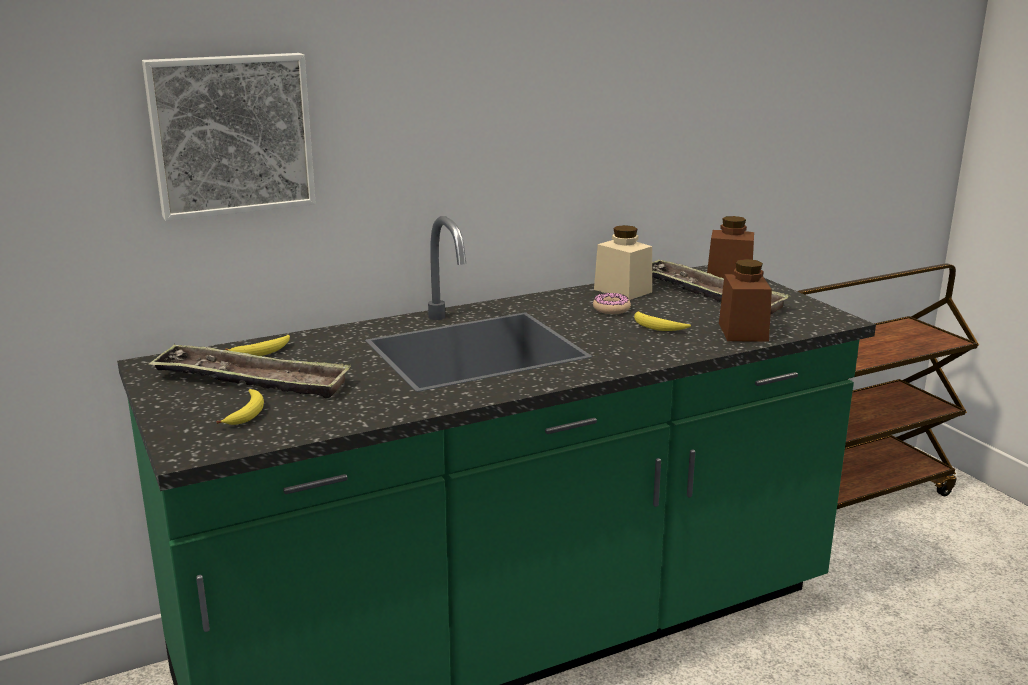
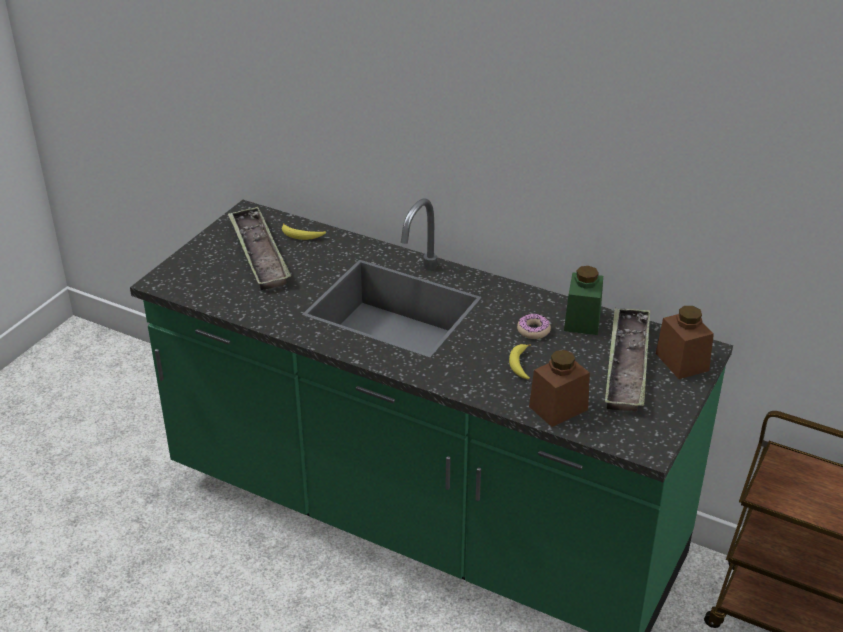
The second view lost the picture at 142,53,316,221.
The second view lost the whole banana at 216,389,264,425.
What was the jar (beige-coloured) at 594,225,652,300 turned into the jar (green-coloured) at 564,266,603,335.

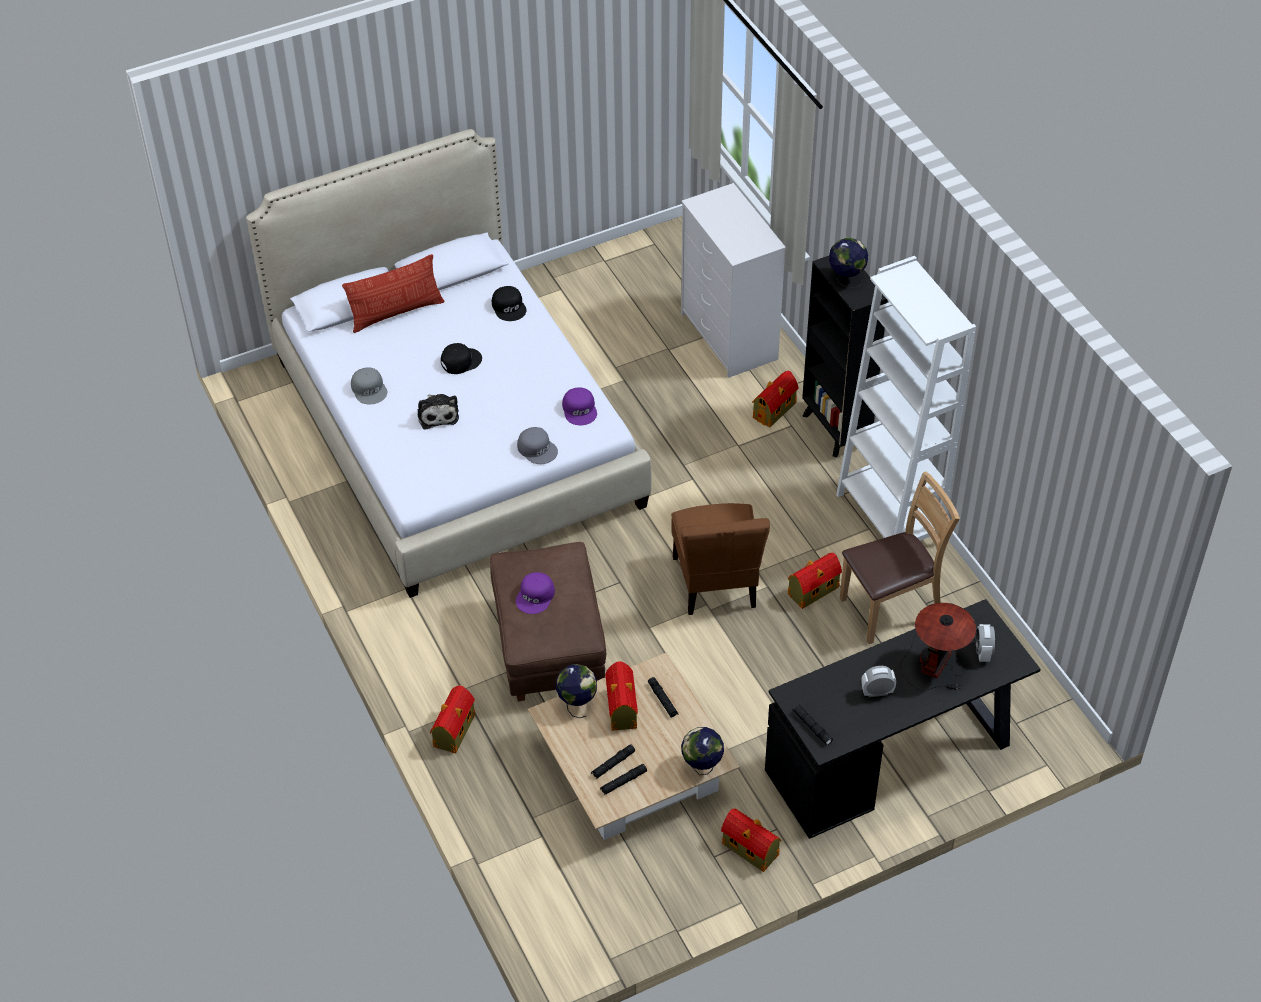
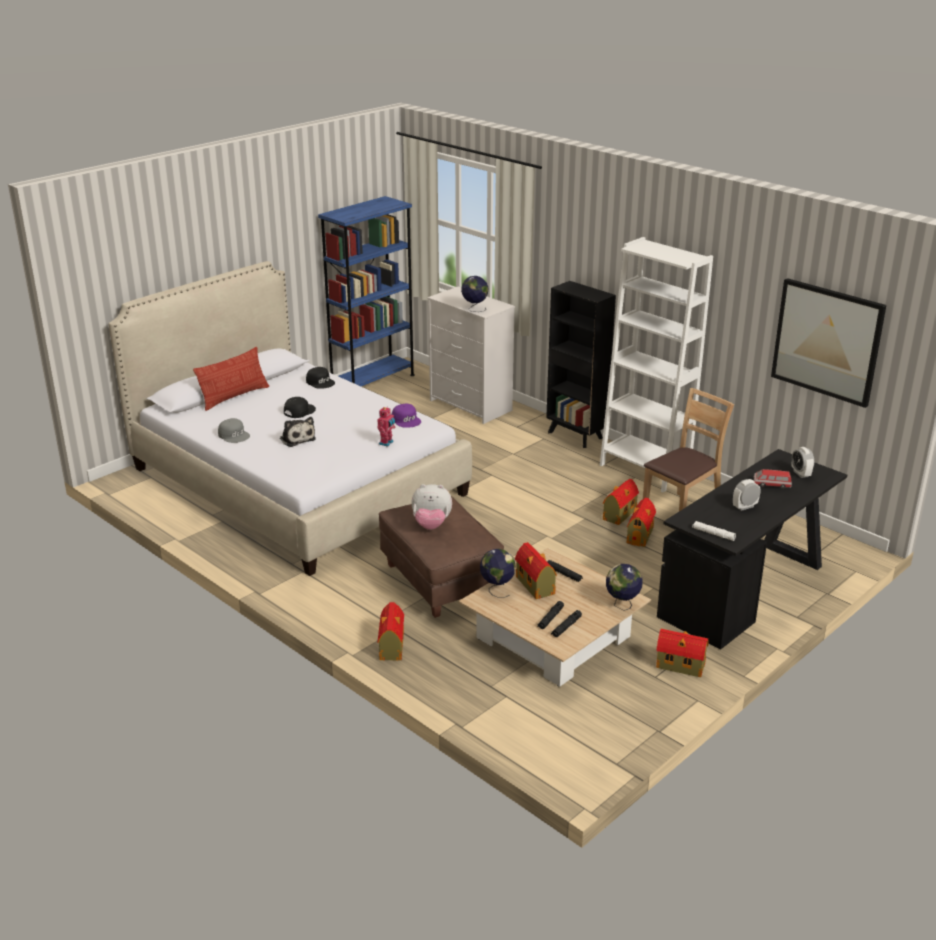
Where the baseball cap (purplish) stood at 516,572,555,614, the cuddly toy came to stand at 411,484,452,530.
Where the baseball cap (grey) stood at 517,427,558,464, the robot figure came to stand at 377,406,395,447.
The second view lost the upright chair (brown-coloured) at 671,503,770,615.
The model house ended up elsewhere, having gone from 752,371,798,427 to 627,498,656,547.
What was the torch (black) at 793,705,833,745 turned into the torch (whitish) at 692,521,736,541.
The globe ended up elsewhere, having gone from 829,238,868,288 to 461,276,488,312.
Where the lamp for a table stood at 900,603,976,691, the toy car came to stand at 754,469,792,489.
The second view gained the shelving unit (blue) at 318,196,415,386.
The second view gained the picture at 771,278,886,408.

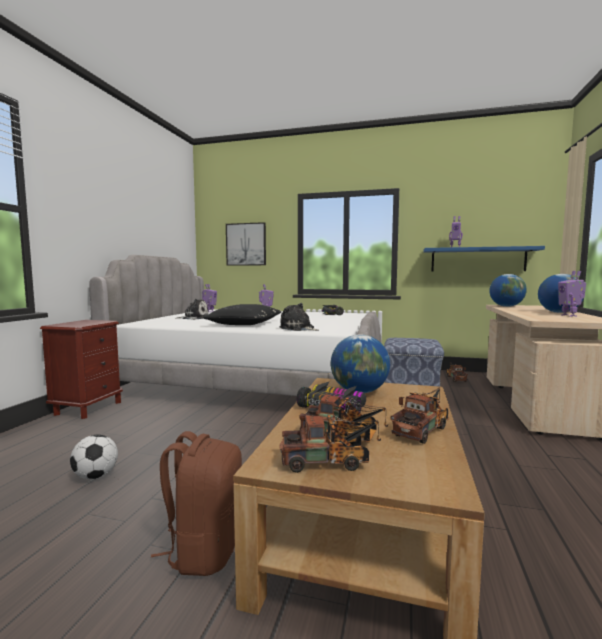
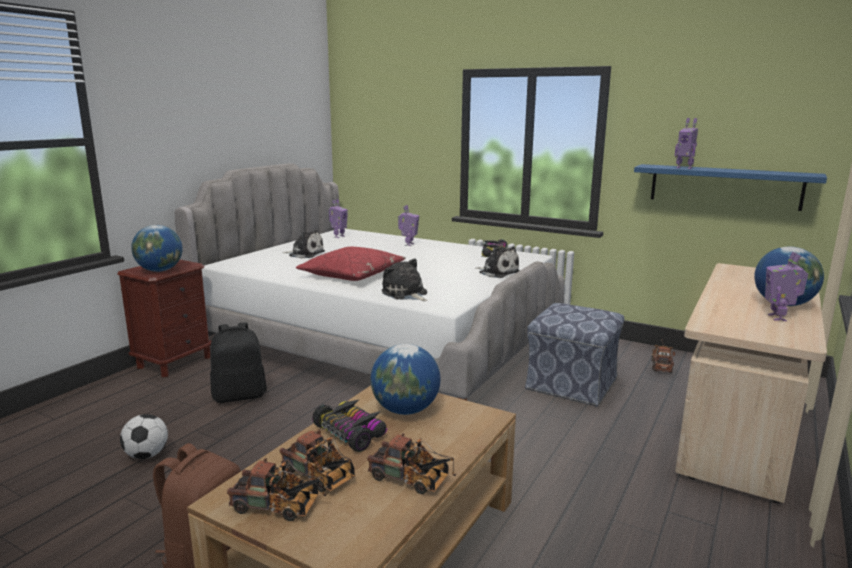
What was the pillow (black) at 203,304,282,325 turned into the pillow (reddish) at 296,247,406,281.
The second view lost the picture at 226,222,266,266.
The model truck at 390,388,449,444 ended up facing another way, 60 degrees clockwise from before.
The globe ended up elsewhere, having gone from 489,274,527,307 to 131,225,183,272.
The second view gained the backpack (black) at 210,322,267,403.
The second view gained the cuddly toy at 475,246,520,278.

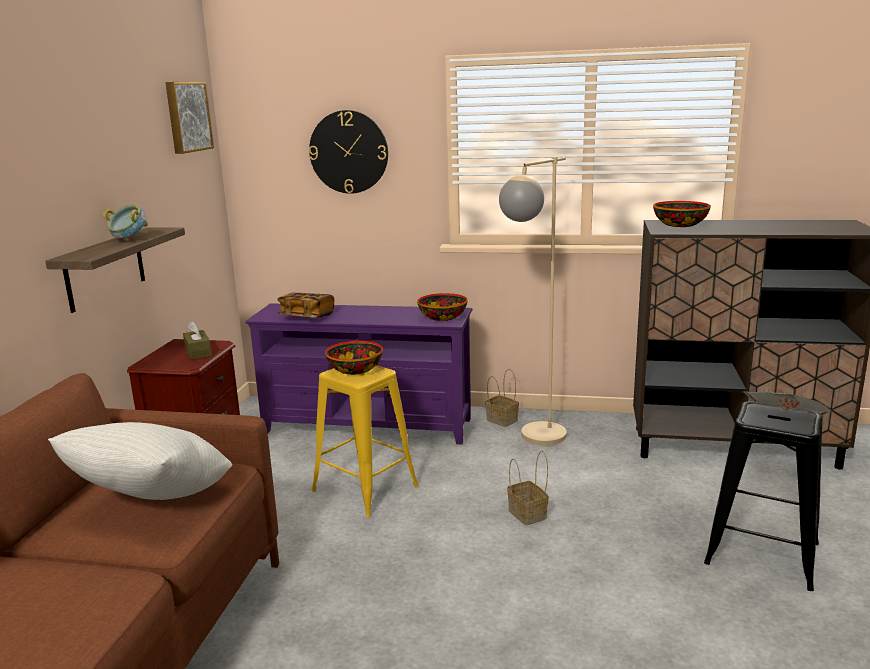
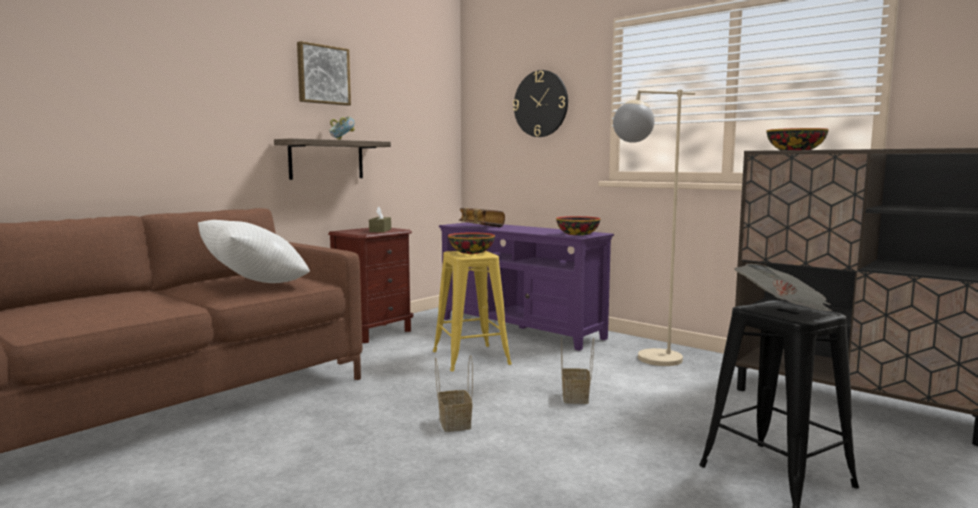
The picture ended up elsewhere, having gone from 166,82,214,154 to 297,41,351,106.
The storage basket ended up elsewhere, having gone from 485,369,519,427 to 435,355,473,432.

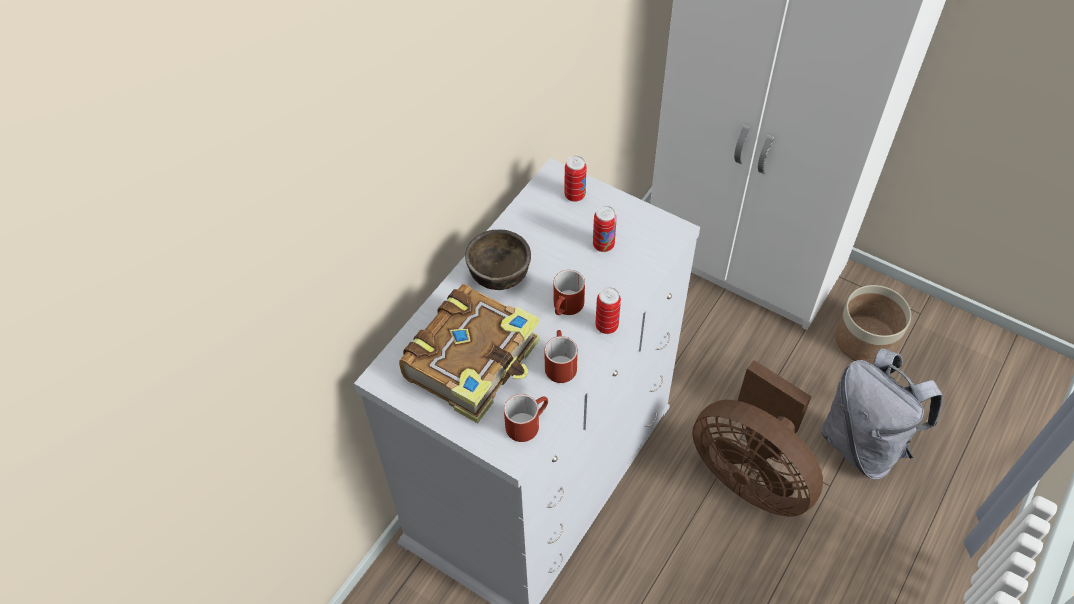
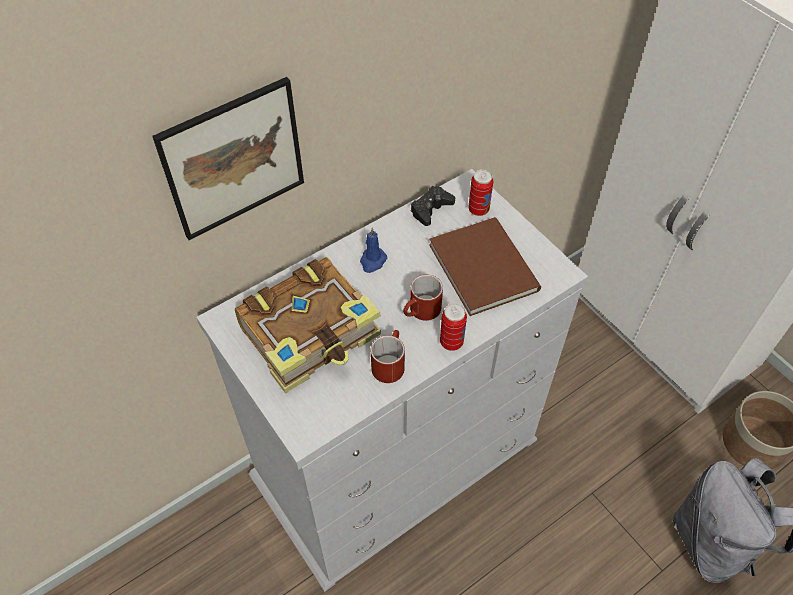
Where the deep dish (brown-coloured) stood at 465,230,531,290, the candle (blue) came to stand at 360,228,387,273.
The second view lost the coffee mug (reddish) at 504,394,548,442.
Where the metal can stood at 593,206,617,252, the volume (brown-coloured) came to stand at 429,217,541,316.
The second view lost the electric fan (brown-coloured) at 692,360,823,516.
The second view gained the picture at 152,77,304,240.
The second view gained the game controller (black) at 411,186,455,226.

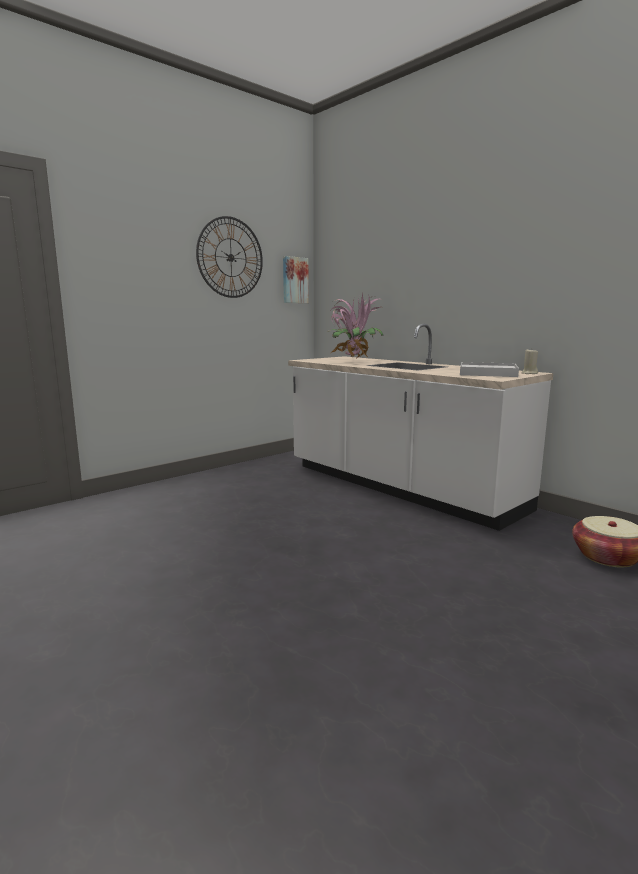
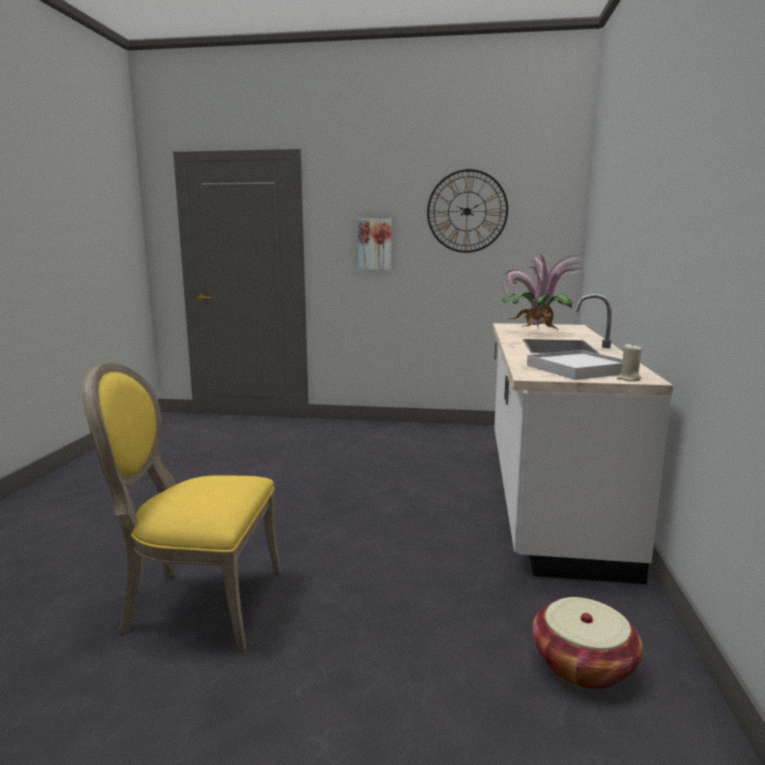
The picture ended up elsewhere, having gone from 283,256,309,303 to 358,219,392,270.
The second view gained the upright chair (yellow) at 82,363,281,651.

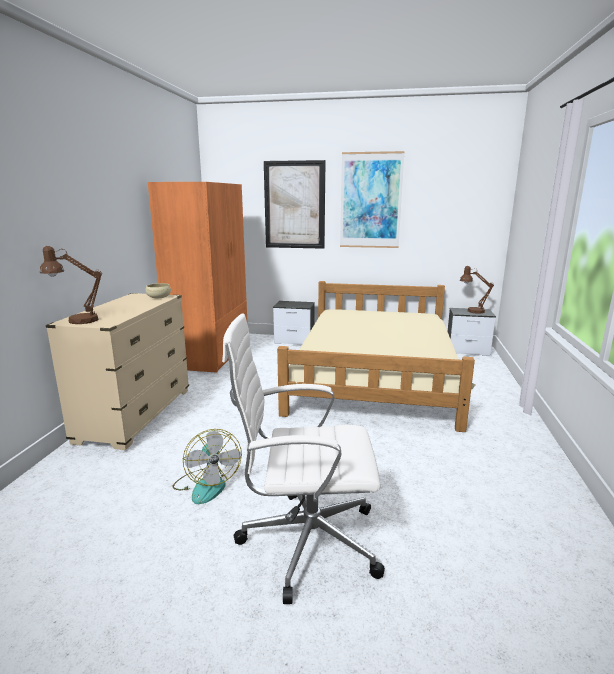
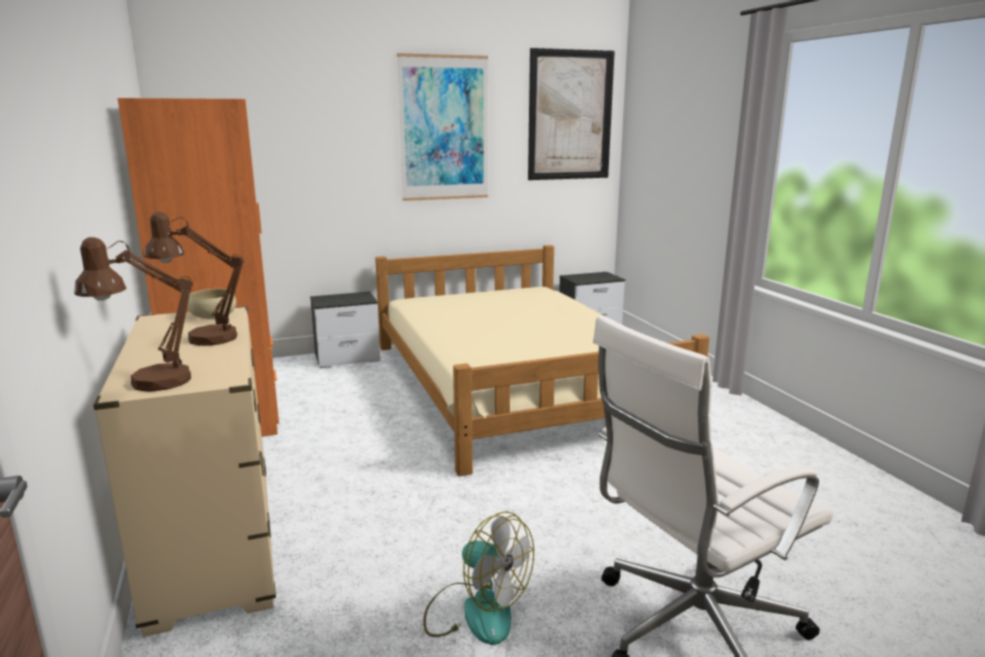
The picture ended up elsewhere, having gone from 264,160,326,249 to 528,48,615,180.
The lamp for a table (brown-coloured) ended up elsewhere, having gone from 460,266,494,314 to 144,212,244,346.

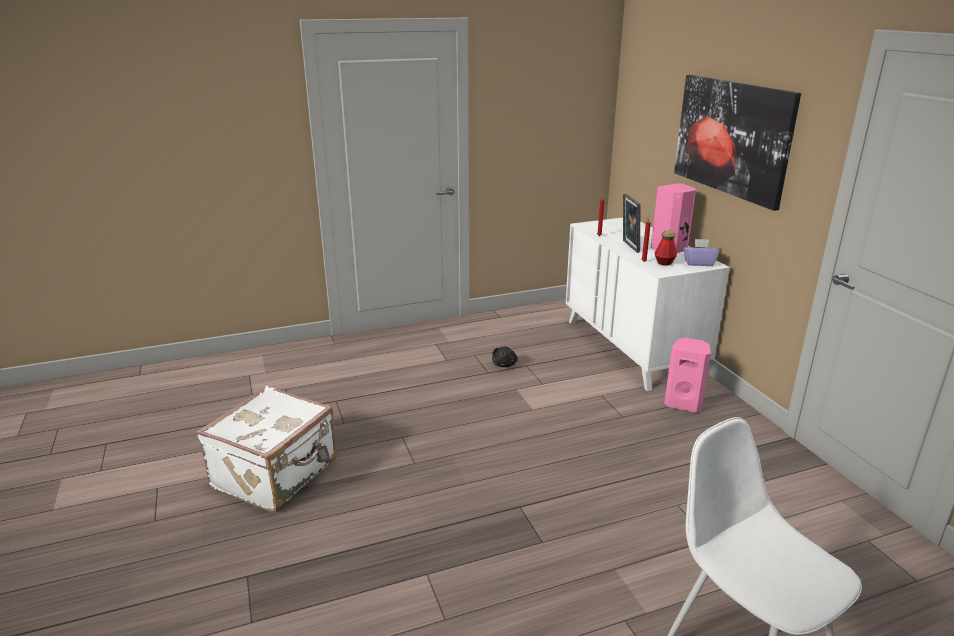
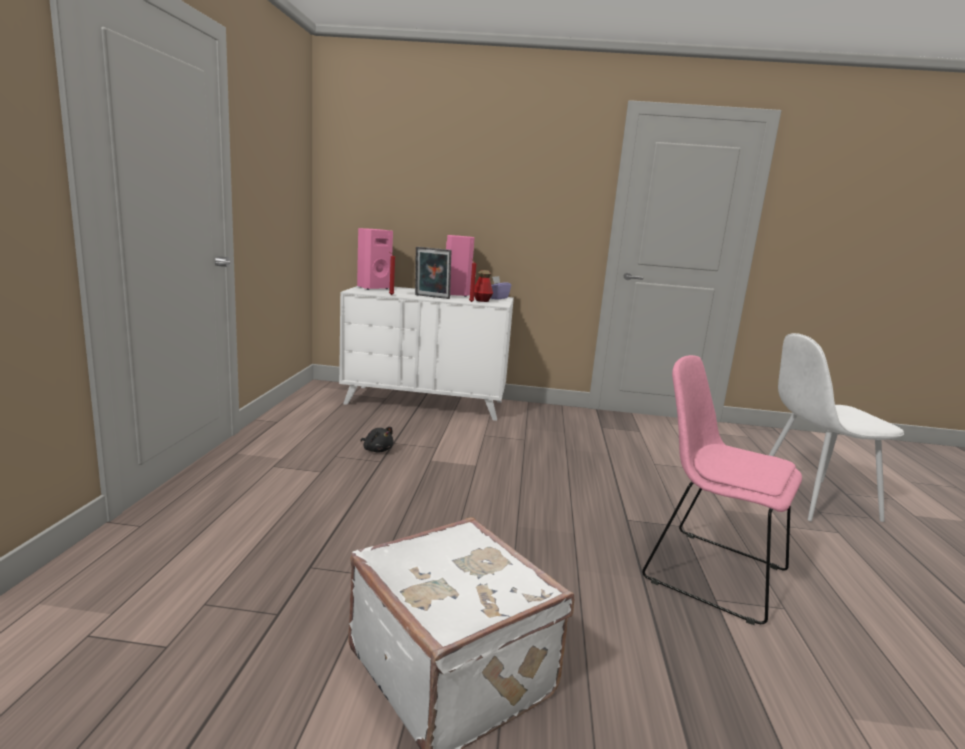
The loudspeaker (pink-coloured) ended up elsewhere, having gone from 664,338,711,413 to 357,228,393,290.
The second view lost the picture at 674,75,801,211.
The second view gained the upright chair (pink-coloured) at 642,355,802,625.

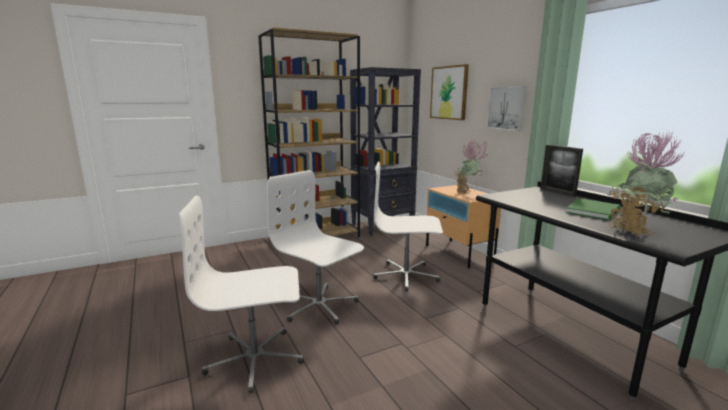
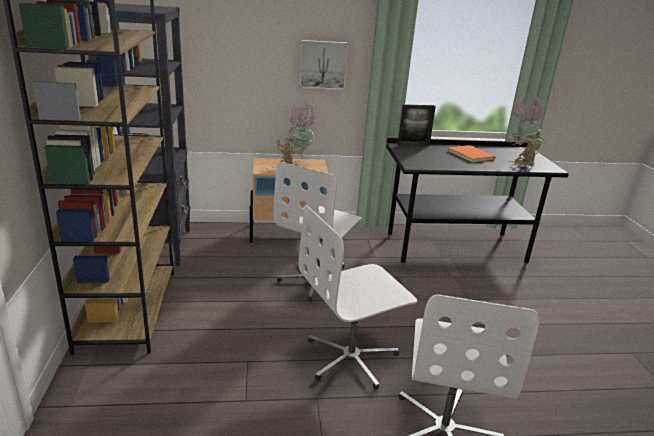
The second view lost the picture at 430,64,469,120.
What was the volume (green-coloured) at 566,198,620,220 turned into the volume (orange) at 448,145,496,163.

